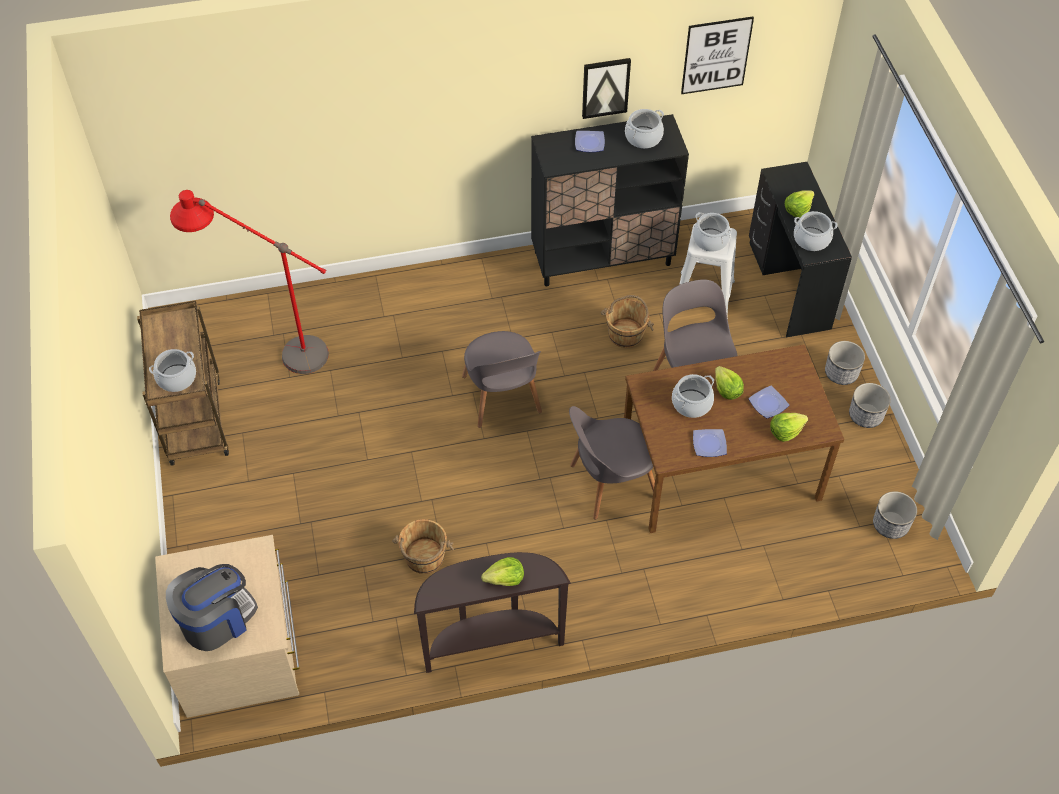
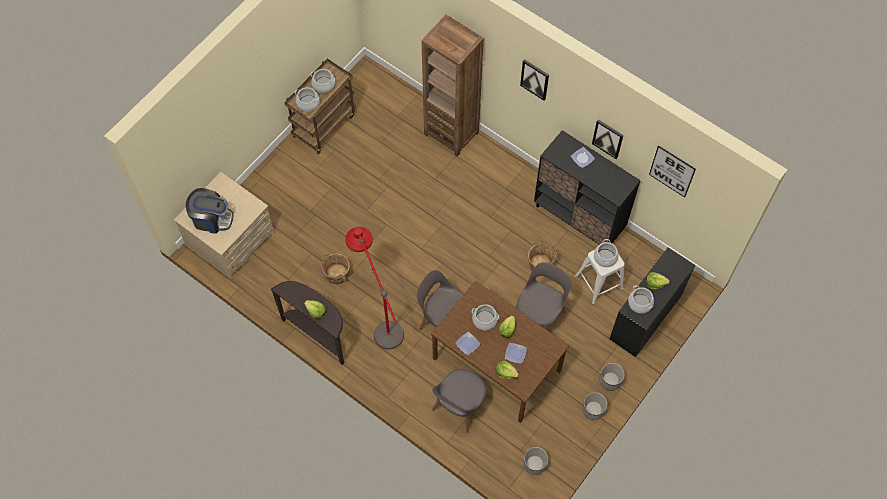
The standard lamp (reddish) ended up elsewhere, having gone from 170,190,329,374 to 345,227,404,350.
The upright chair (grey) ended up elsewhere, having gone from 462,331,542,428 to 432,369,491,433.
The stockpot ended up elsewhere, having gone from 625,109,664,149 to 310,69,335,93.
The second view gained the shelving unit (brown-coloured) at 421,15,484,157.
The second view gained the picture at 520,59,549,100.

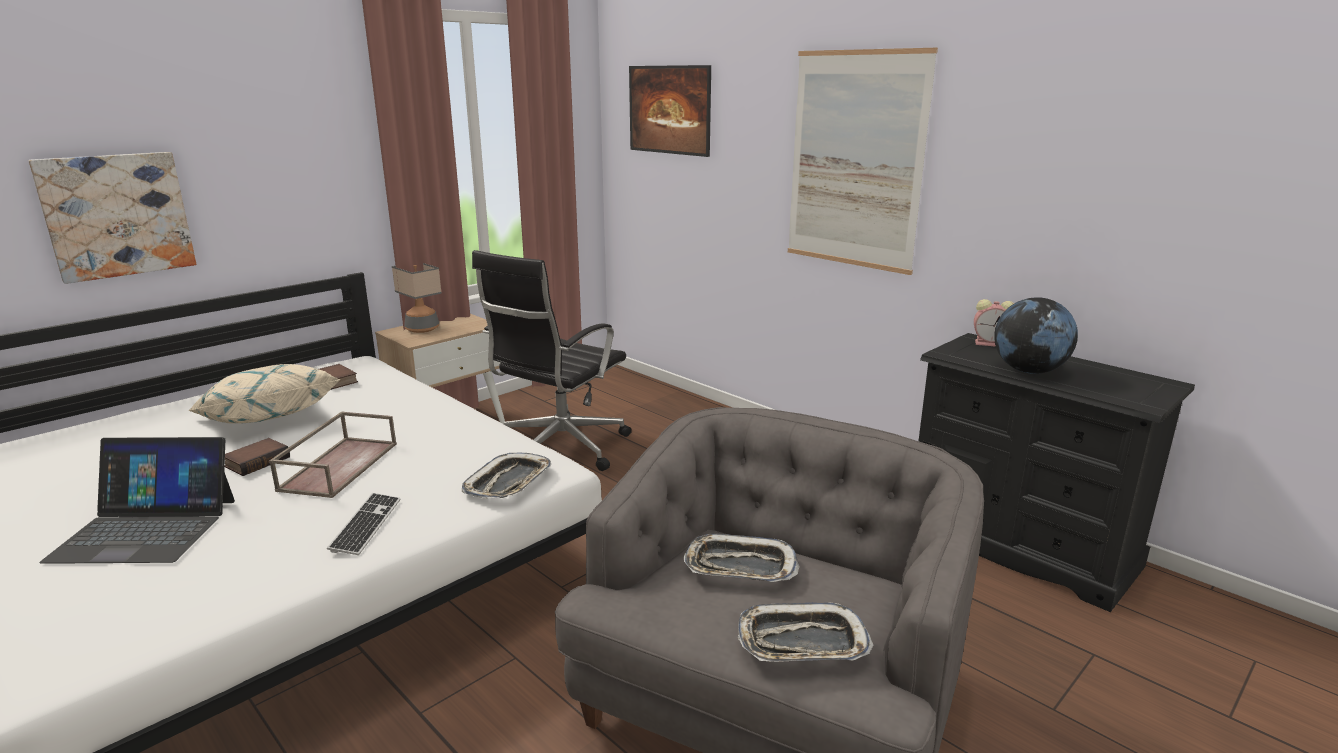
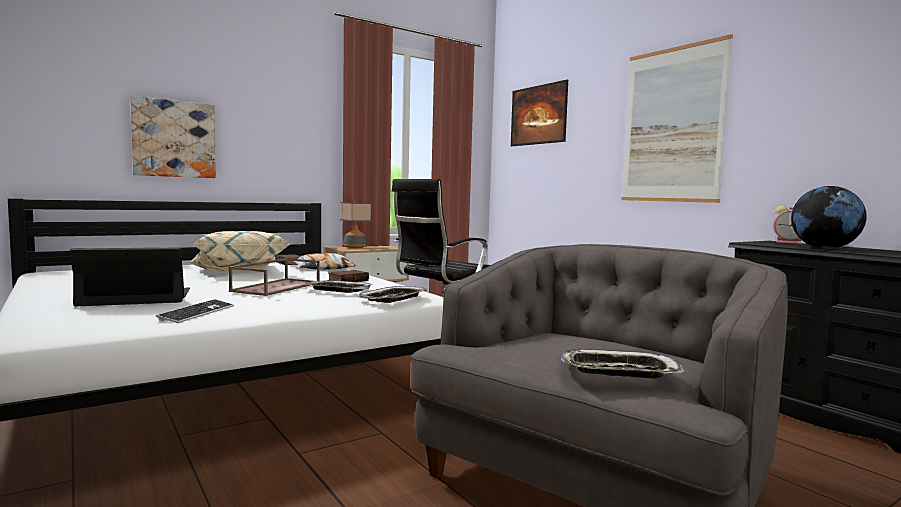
The notebook computer at 40,437,235,564 ended up facing another way, 150 degrees clockwise from before.
The volume ended up elsewhere, having gone from 225,438,290,476 to 328,270,369,282.
The PC keyboard ended up elsewhere, having gone from 327,493,401,555 to 156,299,234,323.
The tray ended up elsewhere, having gone from 684,534,799,582 to 304,280,371,293.
The second view gained the pillow at 293,253,356,270.

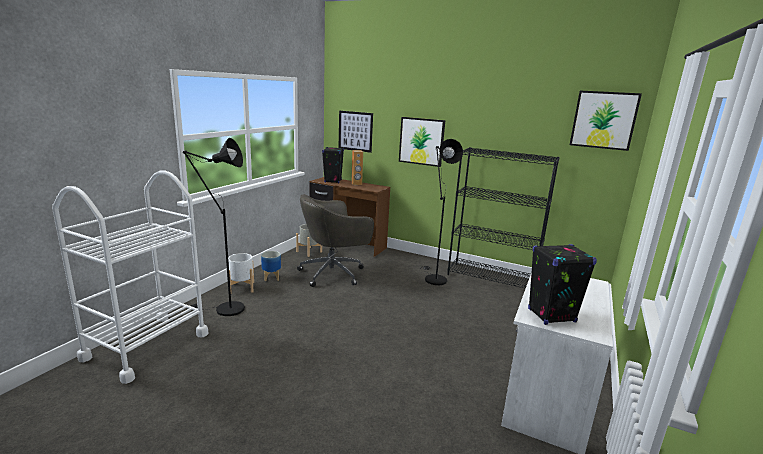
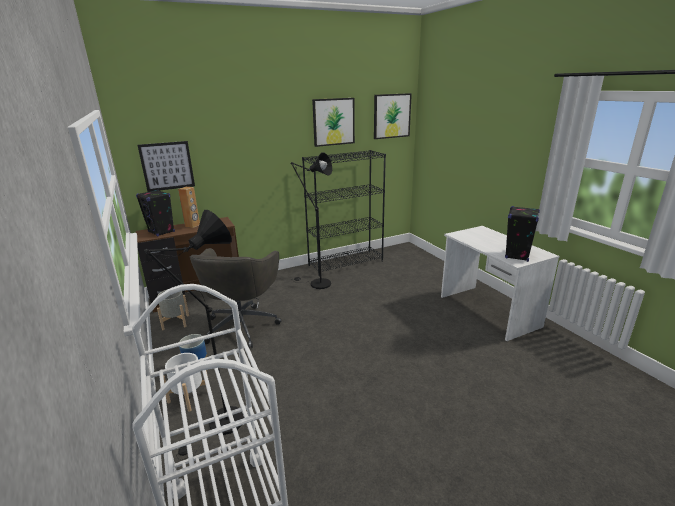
The picture ended up elsewhere, having gone from 399,117,445,167 to 312,98,355,147.

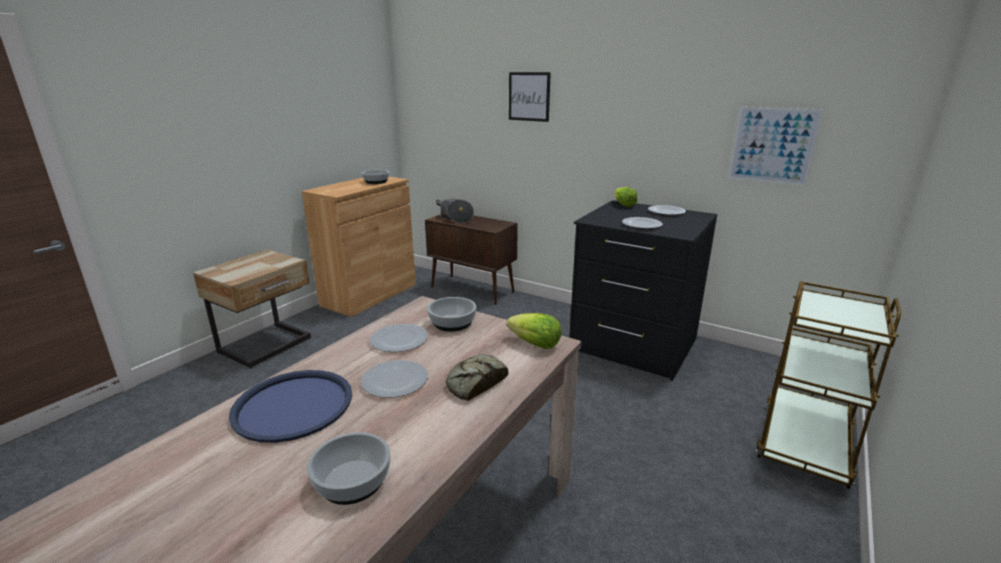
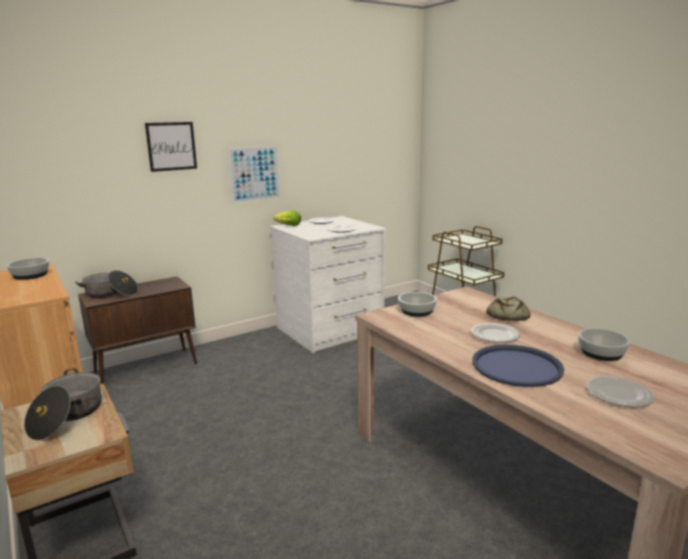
The plate ended up elsewhere, having gone from 370,324,428,352 to 587,376,655,407.
The second view lost the lettuce at 506,313,561,349.
What was the drawer chest (black) at 569,200,718,381 turned into the drawer chest (whitish) at 270,216,386,353.
The picture ended up elsewhere, having gone from 728,106,824,186 to 227,145,281,204.
The second view gained the stockpot at 24,368,102,441.

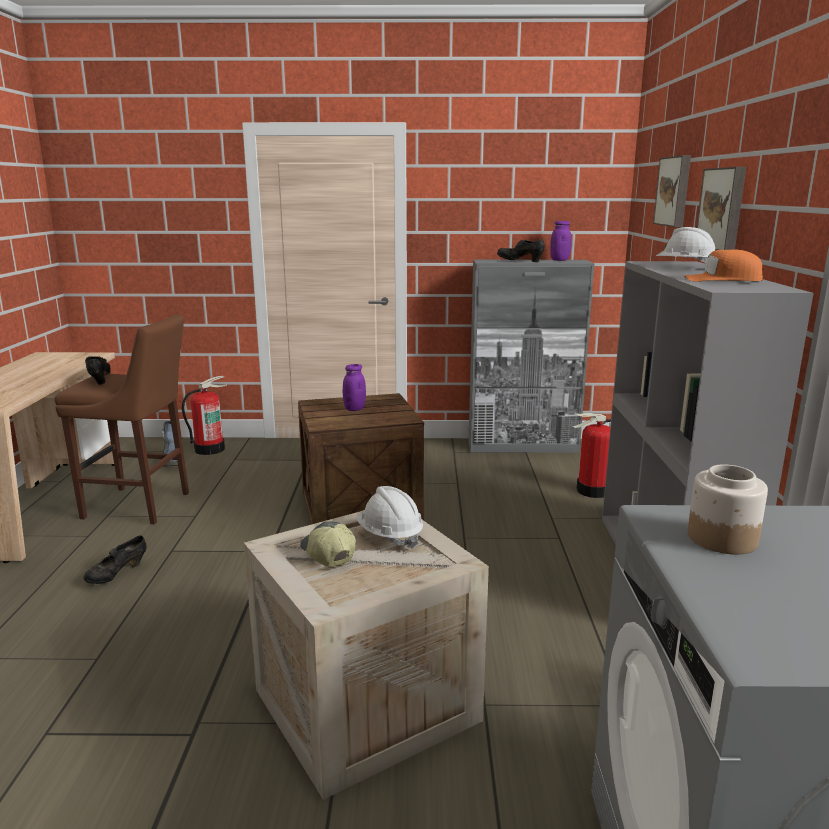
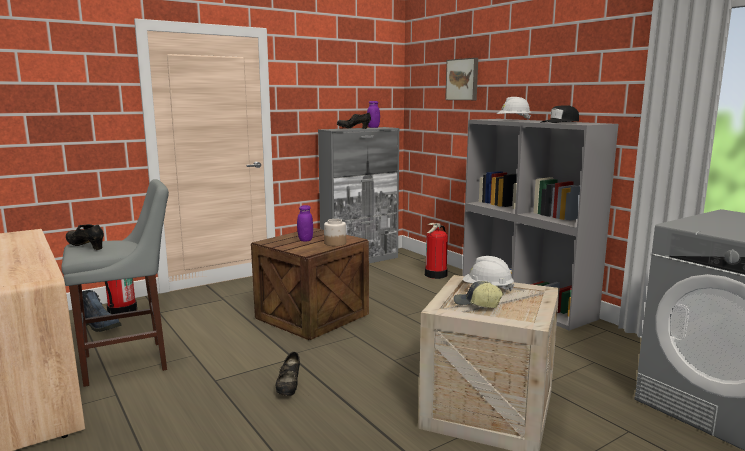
What was the sitting stool (brown-coloured) at 55,314,189,524 turned into the sitting stool (grey) at 61,179,169,387.
The low shoe (black) ended up elsewhere, having gone from 83,535,147,584 to 275,352,300,396.
What was the baseball cap (orange) at 684,250,763,282 turned into the baseball cap (black) at 542,105,579,123.
The jar ended up elsewhere, having gone from 688,465,768,555 to 324,219,346,246.
The second view lost the picture at 697,167,746,250.

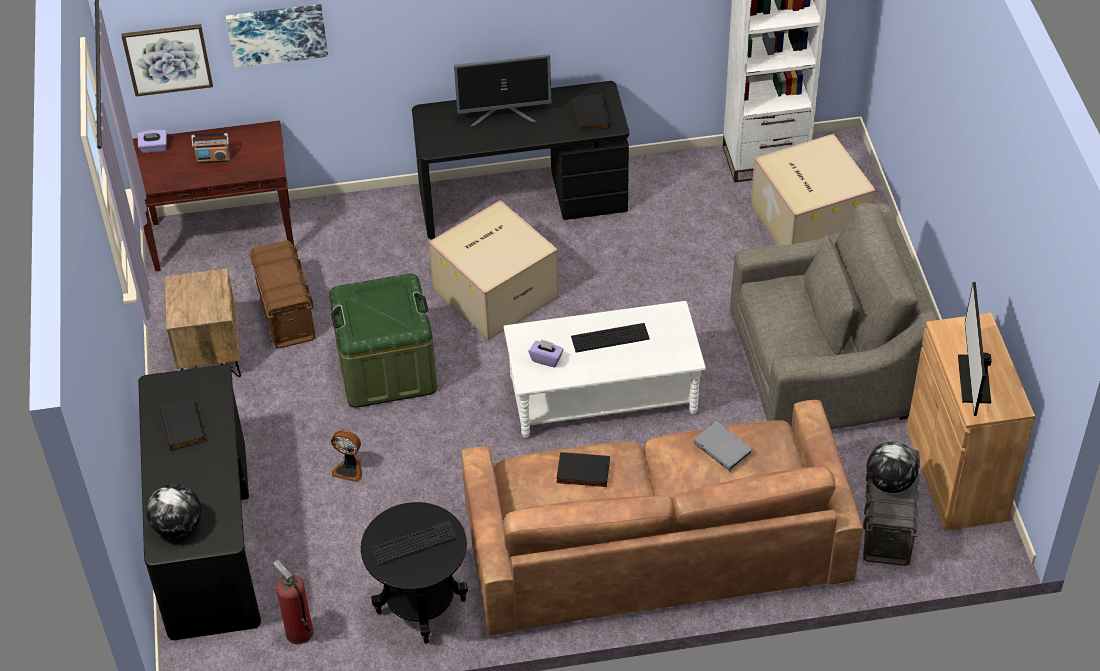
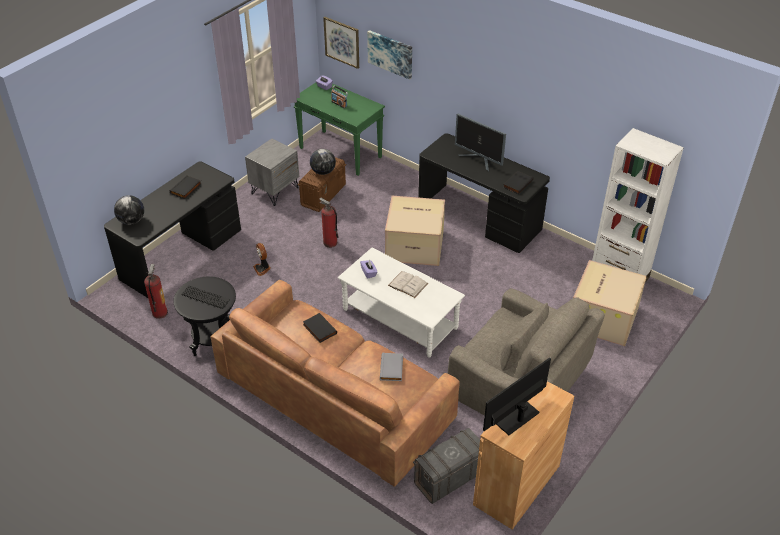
What was the console table (brown-coloured) at 133,121,294,271 turned into the console table (green-coloured) at 294,82,385,176.
What was the bedside table (brown-coloured) at 164,268,241,377 turned into the bedside table (grey) at 245,138,299,206.
Where the storage box (green-coloured) stood at 329,273,437,408, the fire extinguisher came to stand at 319,198,339,248.
Where the PC keyboard stood at 571,323,650,353, the volume (whitish) came to stand at 388,271,428,298.
The globe ended up elsewhere, having gone from 867,442,919,493 to 310,149,336,175.

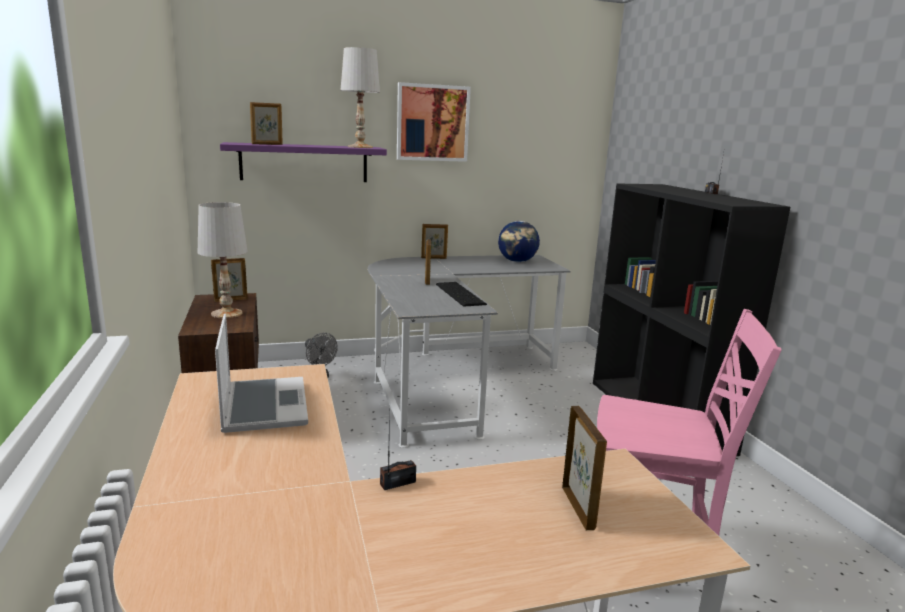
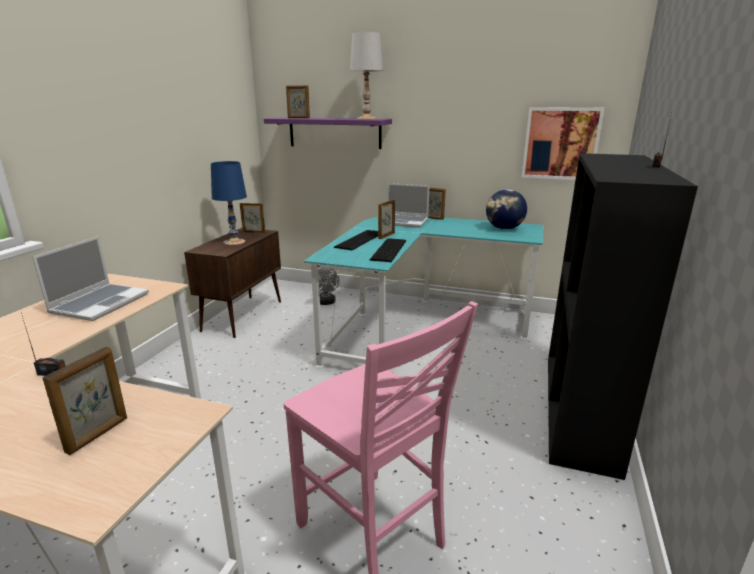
What was the lamp for a table (whitish) at 198,202,248,318 turned into the lamp for a table (blue) at 211,161,247,245.
What was the desk table (grey) at 368,255,571,448 turned into the desk table (turquoise) at 304,217,543,368.
The picture ended up elsewhere, having gone from 397,82,471,162 to 522,107,604,180.
The second view gained the PC keyboard at 334,230,378,250.
The second view gained the notebook computer at 387,183,429,228.

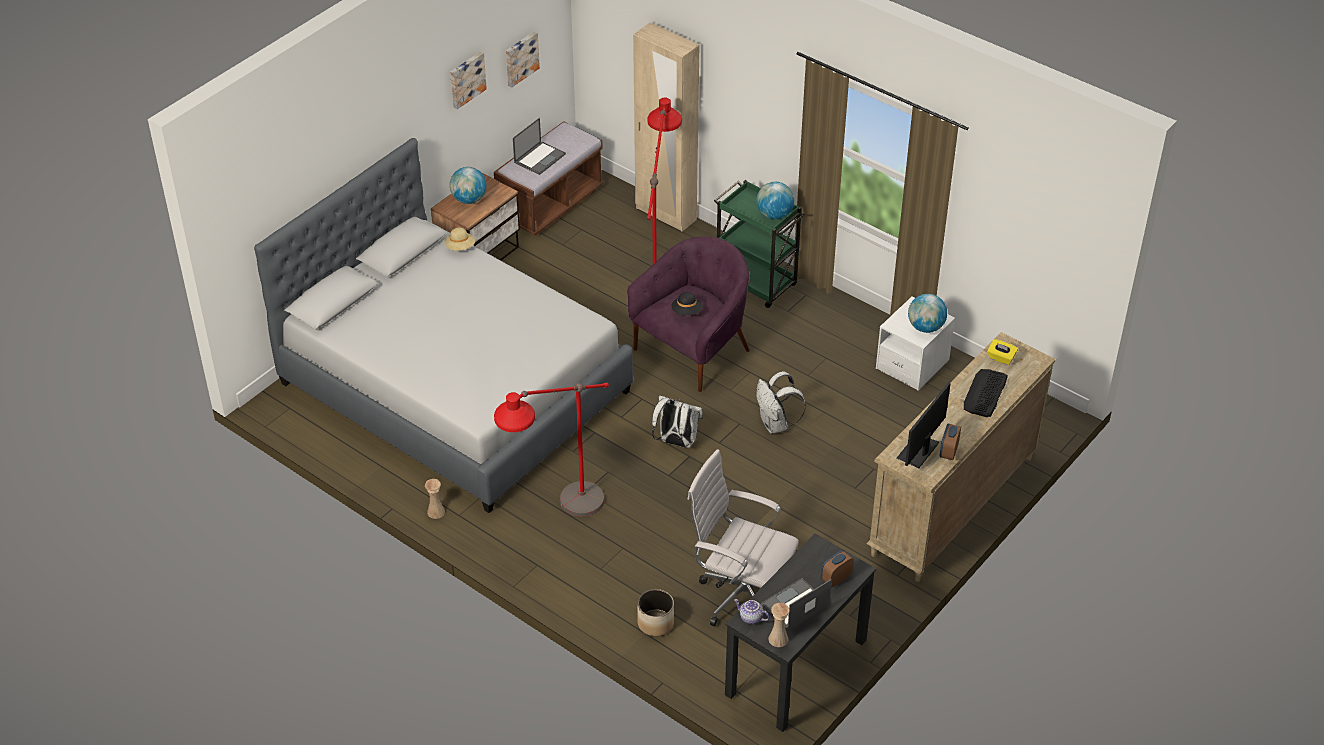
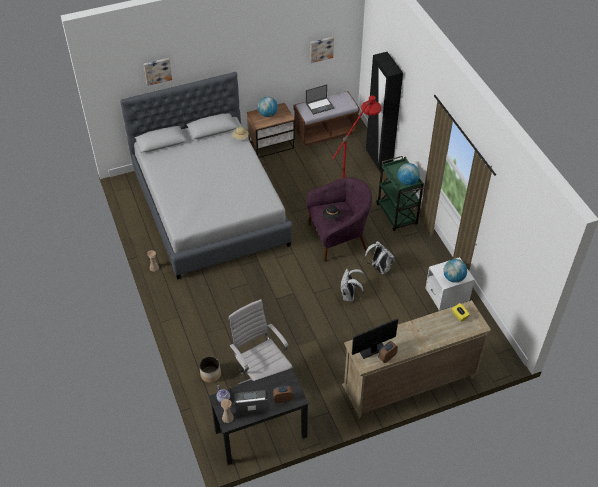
The picture ended up elsewhere, having gone from 450,52,487,109 to 144,58,172,86.
The second view lost the standard lamp (reddish) at 494,383,609,517.
What was the clothes cupboard (beige-coloured) at 633,22,699,232 turned into the clothes cupboard (black) at 366,52,403,172.
The backpack (whitish) ended up elsewhere, having gone from 652,395,703,448 to 364,241,395,274.
The second view lost the PC keyboard at 964,369,1008,417.

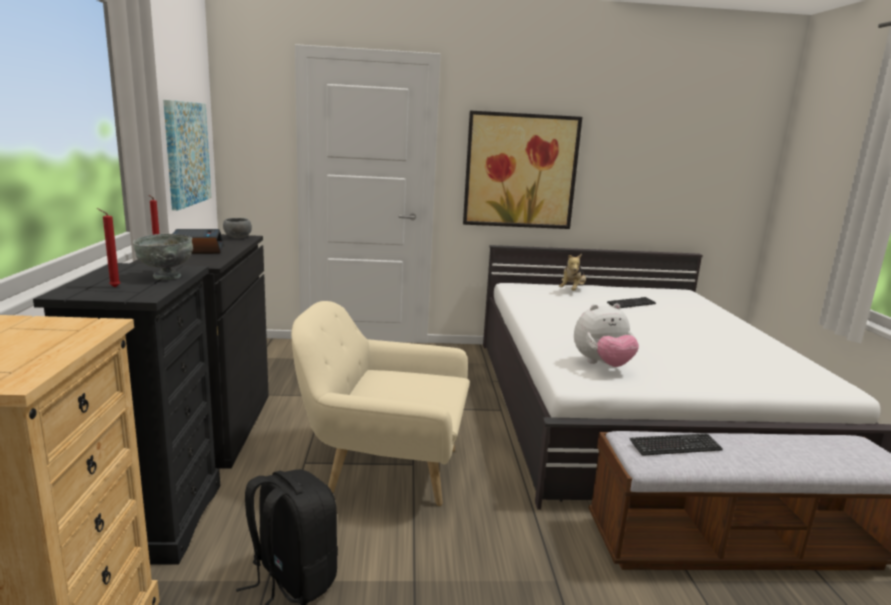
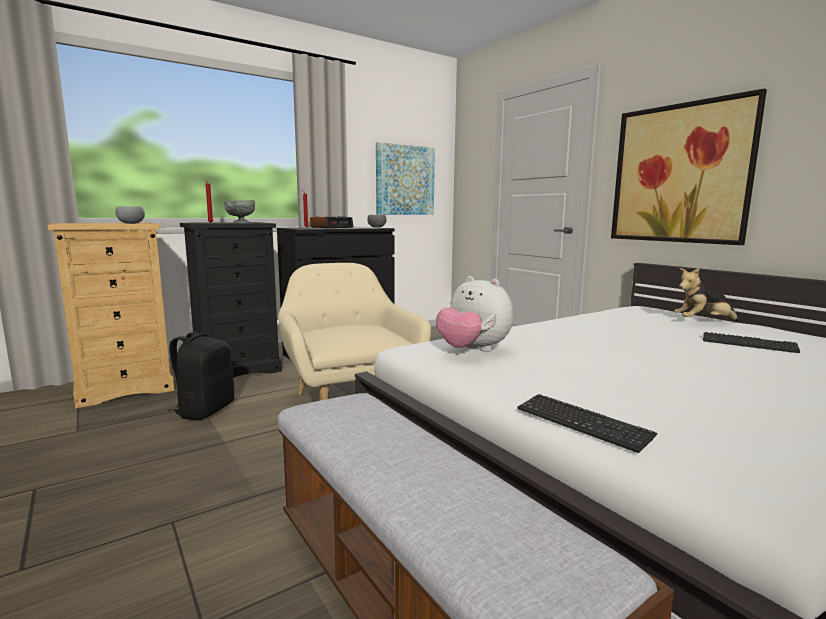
The PC keyboard ended up elsewhere, having gone from 629,433,723,456 to 517,394,657,453.
The second view gained the deep dish (grey) at 115,206,145,224.

